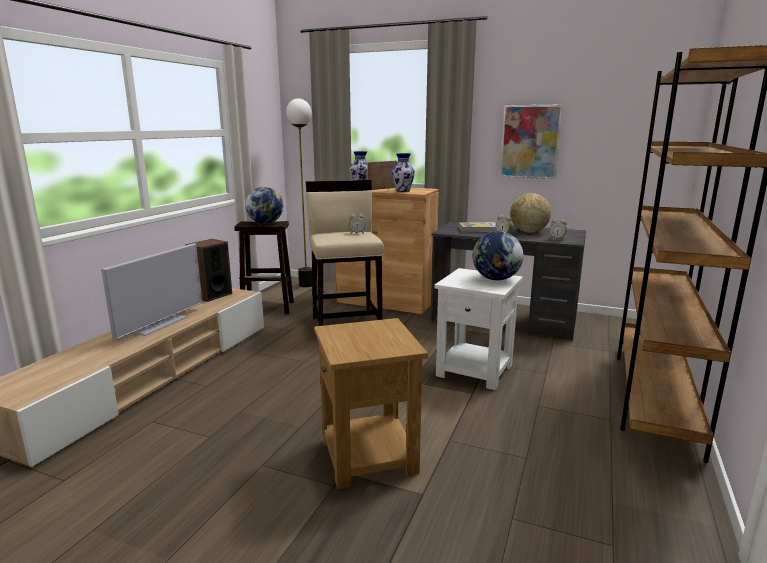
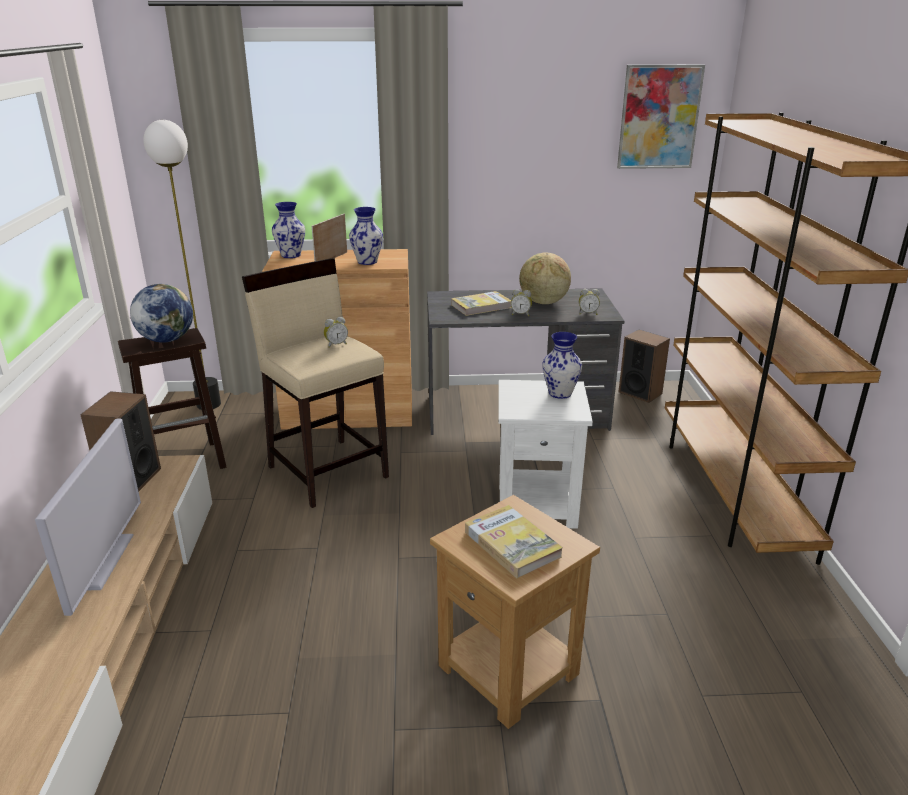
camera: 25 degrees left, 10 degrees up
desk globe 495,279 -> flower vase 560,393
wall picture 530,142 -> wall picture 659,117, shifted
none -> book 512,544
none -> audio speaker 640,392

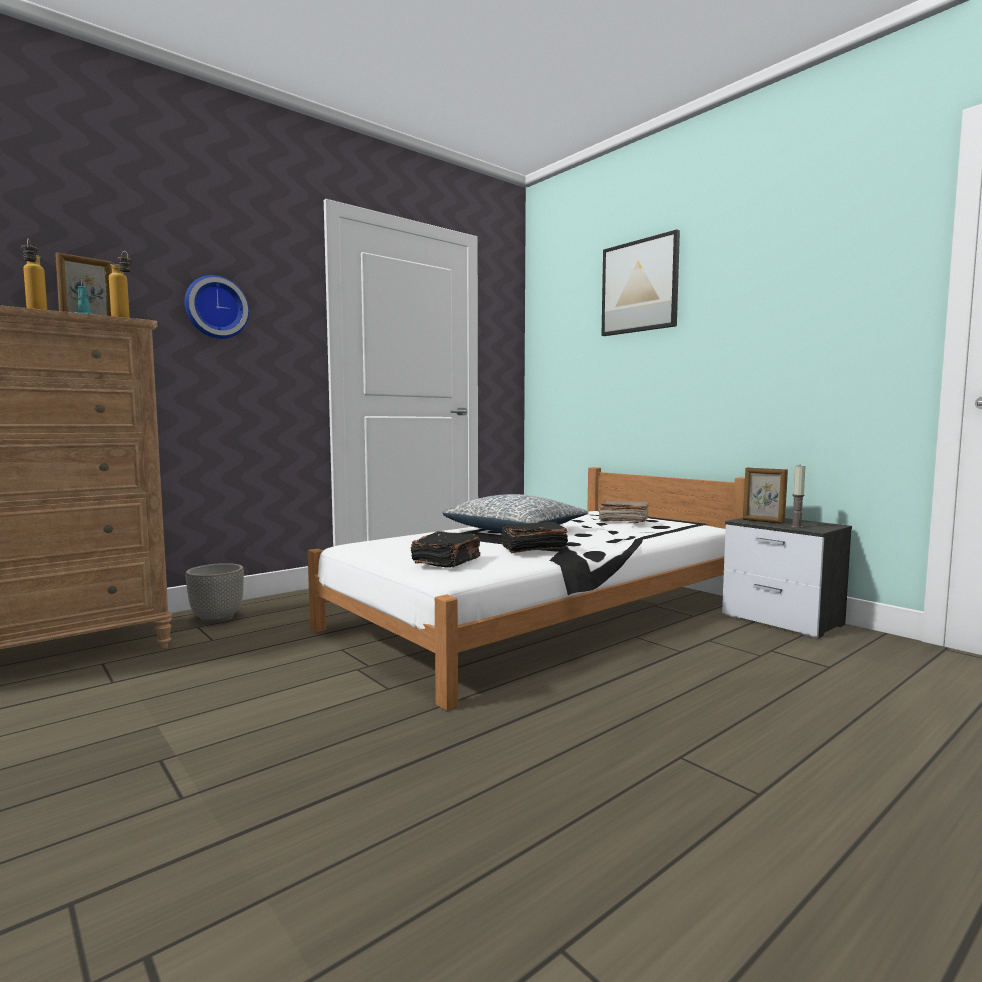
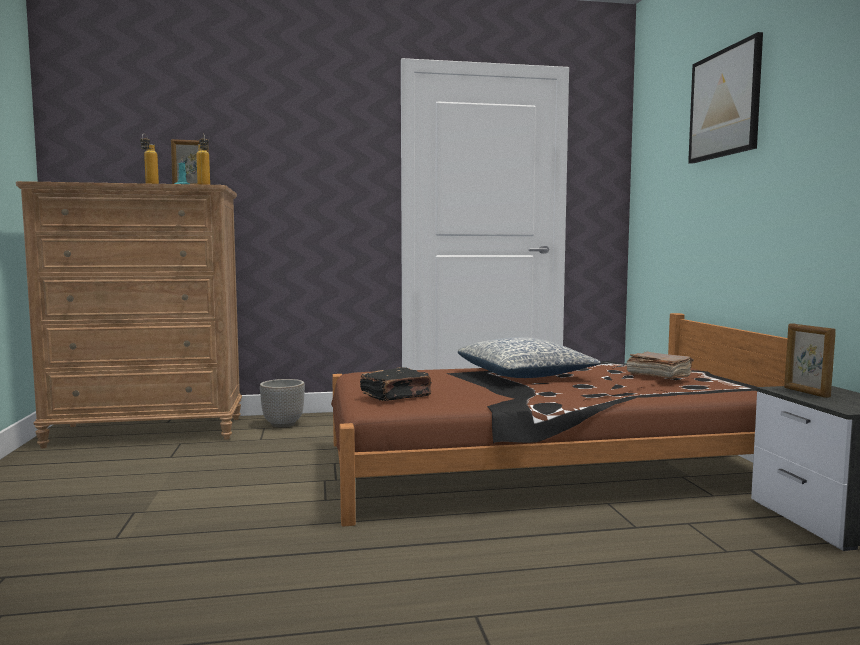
camera: 30 degrees right, 0 degrees up
wall clock 215,308 -> none
bedroom bed (white) 543,614 -> bedroom bed (brown-coloured) 545,465
book (blackish) 532,549 -> none
wax candle 796,526 -> none

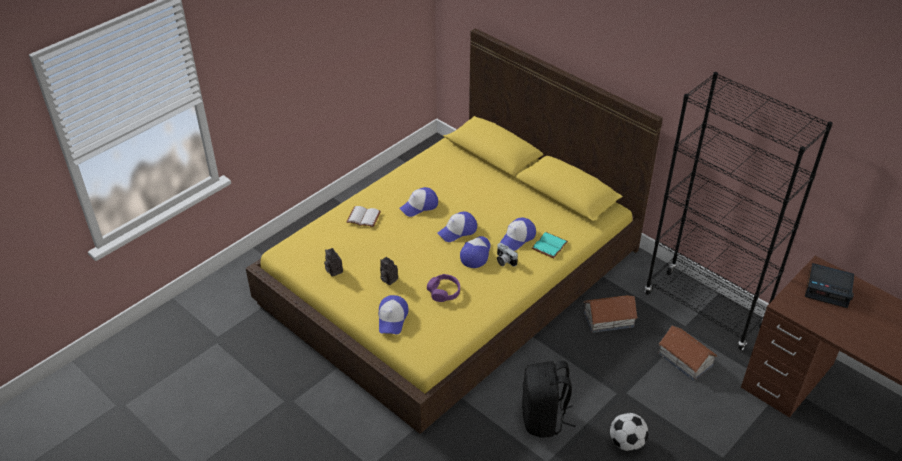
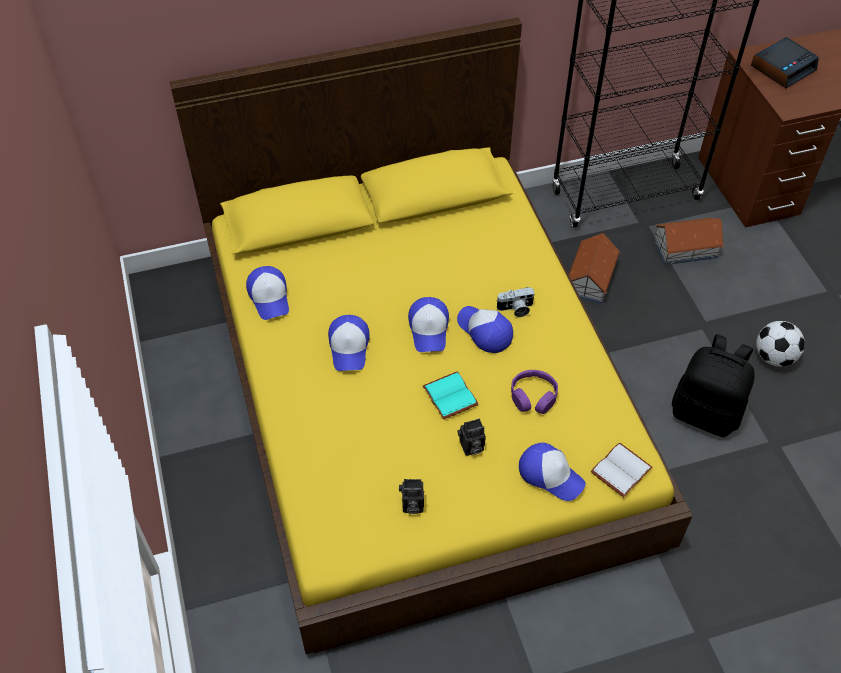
camera: 60 degrees left, 10 degrees up
book (white) 364,217 -> book (white) 620,469, shifted
baseball cap 518,238 -> baseball cap 269,297, shifted
book (turquoise) 550,246 -> book (turquoise) 452,396, shifted

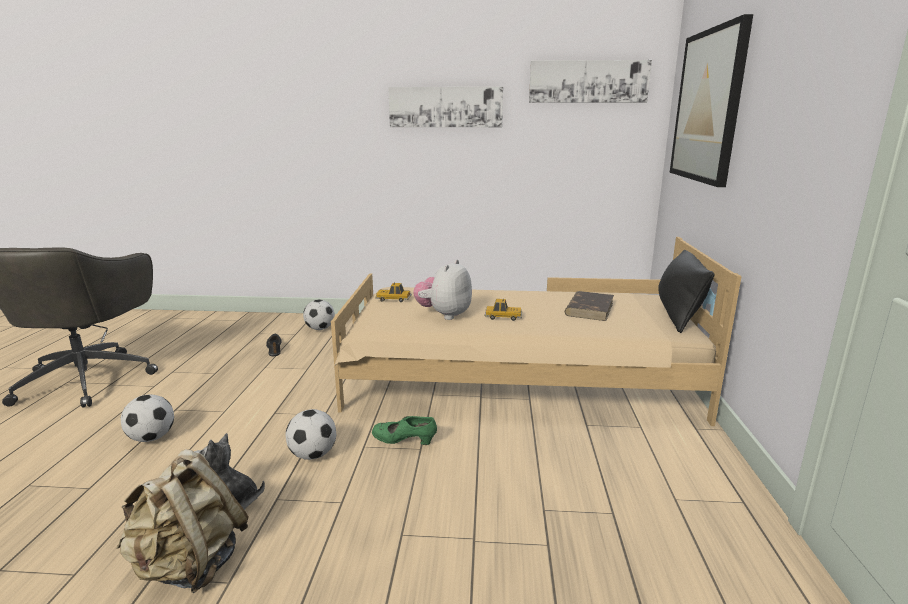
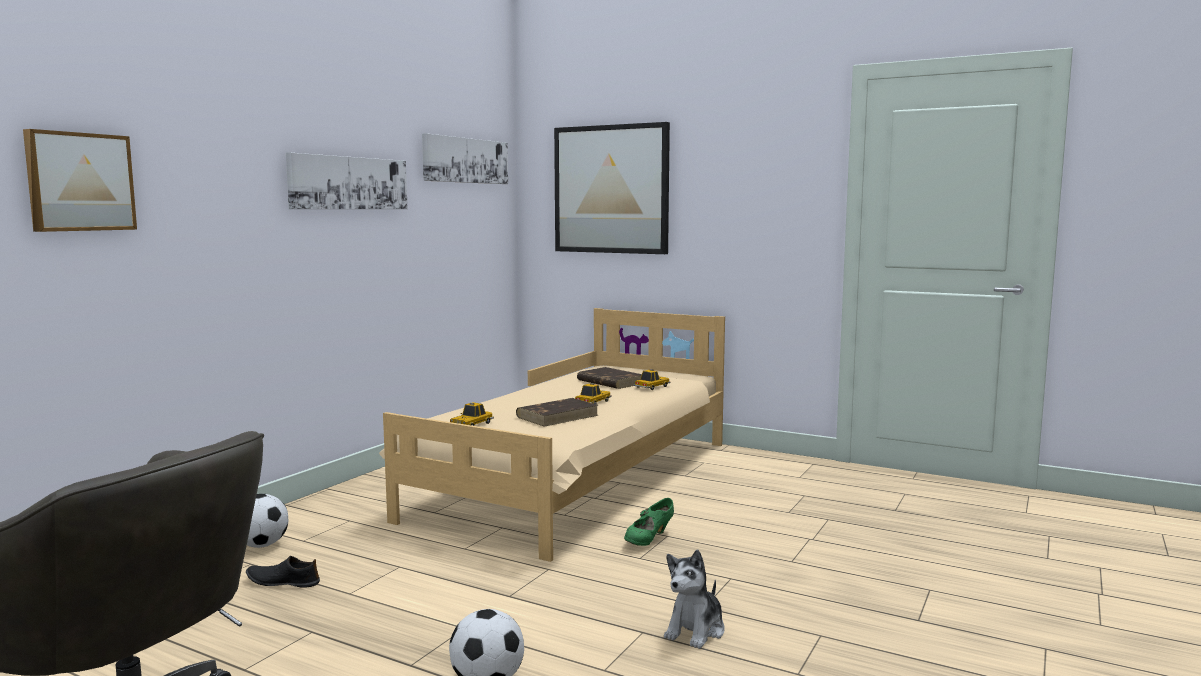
camera: 65 degrees left, 10 degrees down
knapsack (beige) 190,565 -> none
football ball 313,455 -> none
cuddly toy 444,315 -> book (brown-coloured) 558,416
throw pillow (blackish) 678,312 -> none
none -> wall picture 79,182
none -> model car 652,387

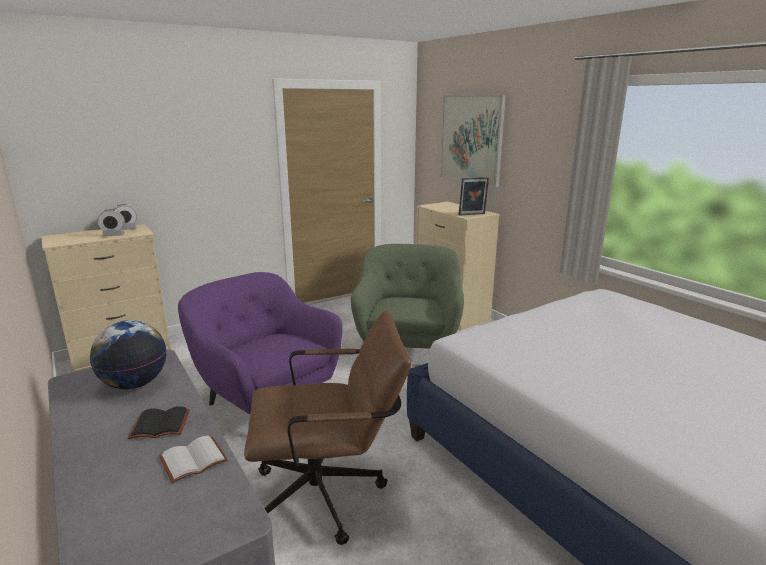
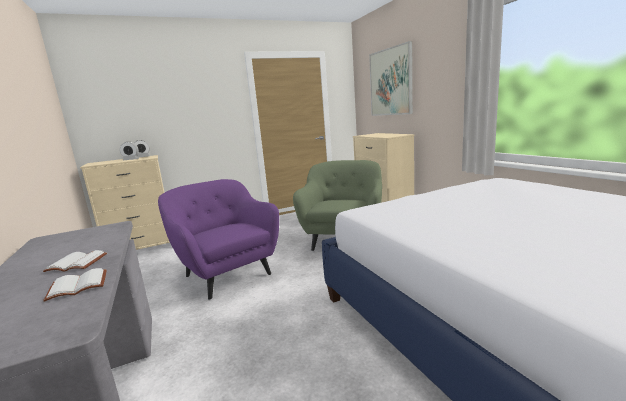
camera: 10 degrees right, 5 degrees down
desk globe 135,384 -> none
book (blackish) 159,426 -> book (white) 75,264
desk chair (brown-coloured) 330,494 -> none
picture frame 472,214 -> none

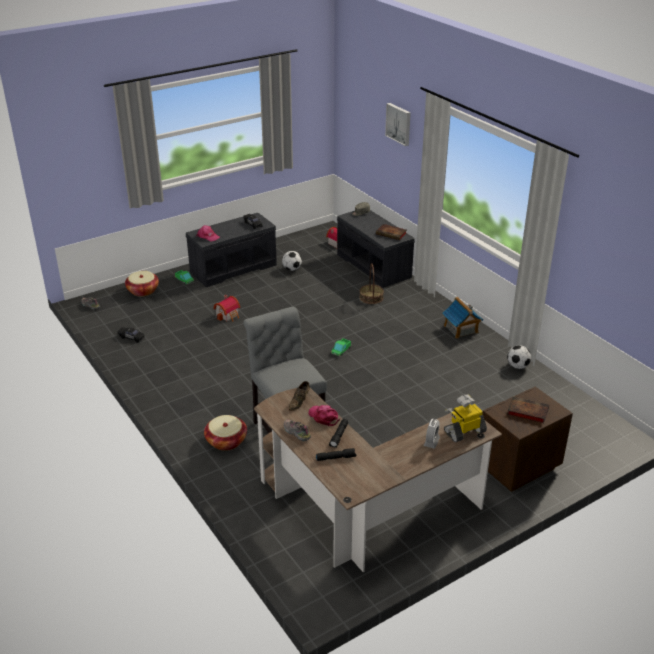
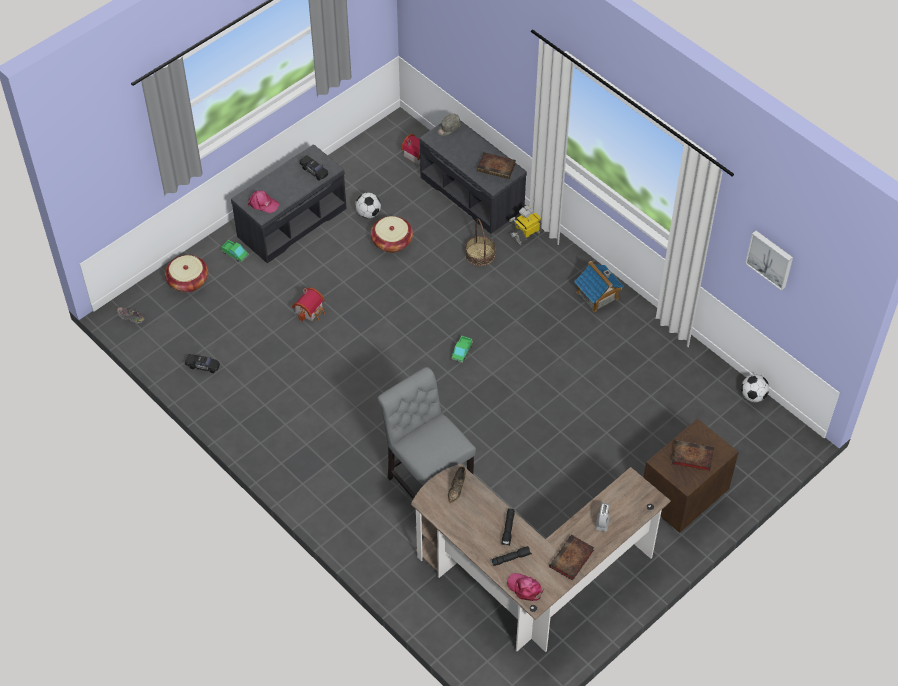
camera: 10 degrees left, 20 degrees up
household basket 226,441 -> household basket 392,242, shifted
item of footwear 296,433 -> none
baseball cap (pink-coloured) 324,417 -> baseball cap (pink-coloured) 525,588, shifted
wall picture 399,124 -> wall picture 770,259, shifted
robot figure 464,431 -> robot figure 526,233, shifted
football ball 517,366 -> football ball 753,396, shifted
none -> book 571,560

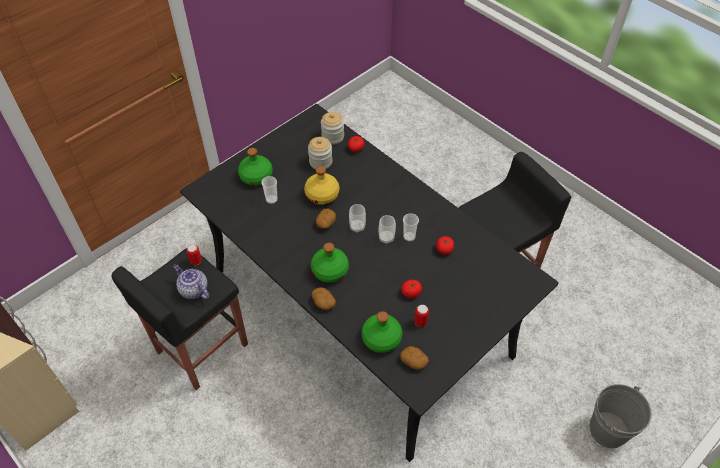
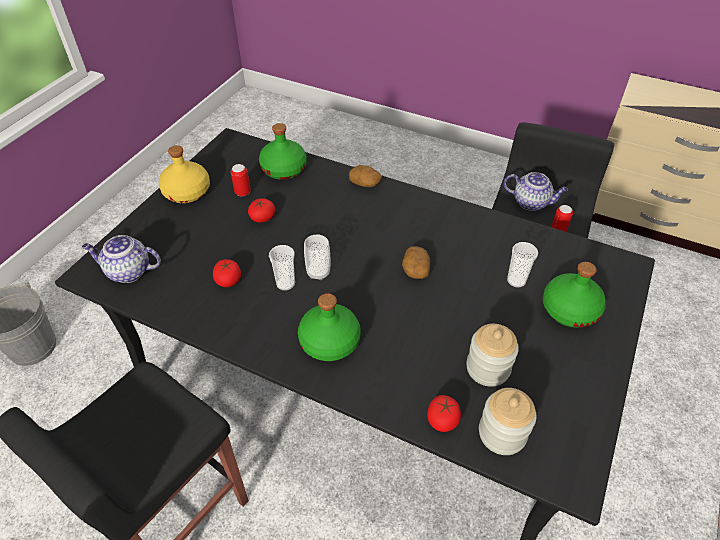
camera: 160 degrees right, 5 degrees down
drink bottle (yellow) 322,194 -> drink bottle (yellow) 186,192, shifted
drink bottle (green-coloured) 330,270 -> drink bottle (green-coloured) 329,342, shifted
cup 357,227 -> none
spud 414,361 -> none
none -> pot for tea 128,272

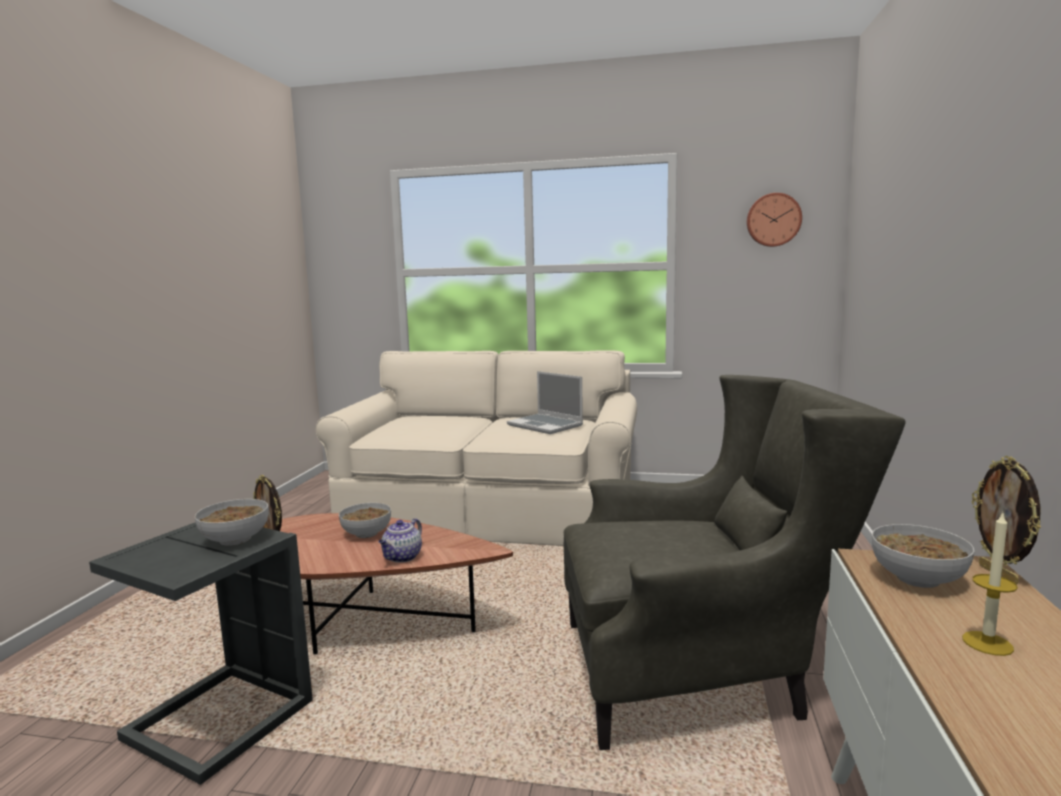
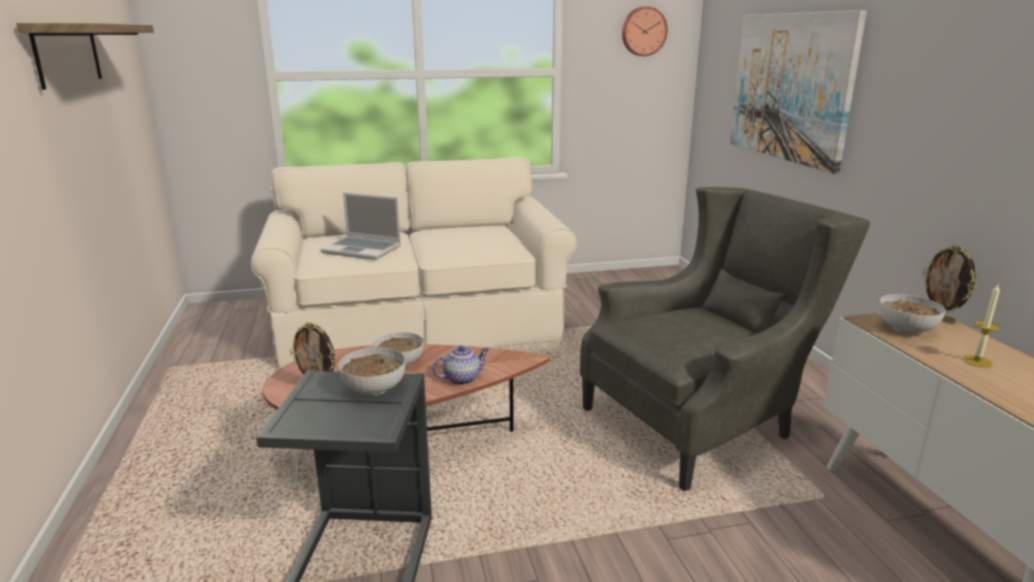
camera: 25 degrees left, 10 degrees up
pot for tea 402,557 -> pot for tea 462,378, 120 degrees counterclockwise
notebook computer 546,425 -> notebook computer 363,249, shifted
none -> bracket shelf 67,54
none -> wall picture 790,87

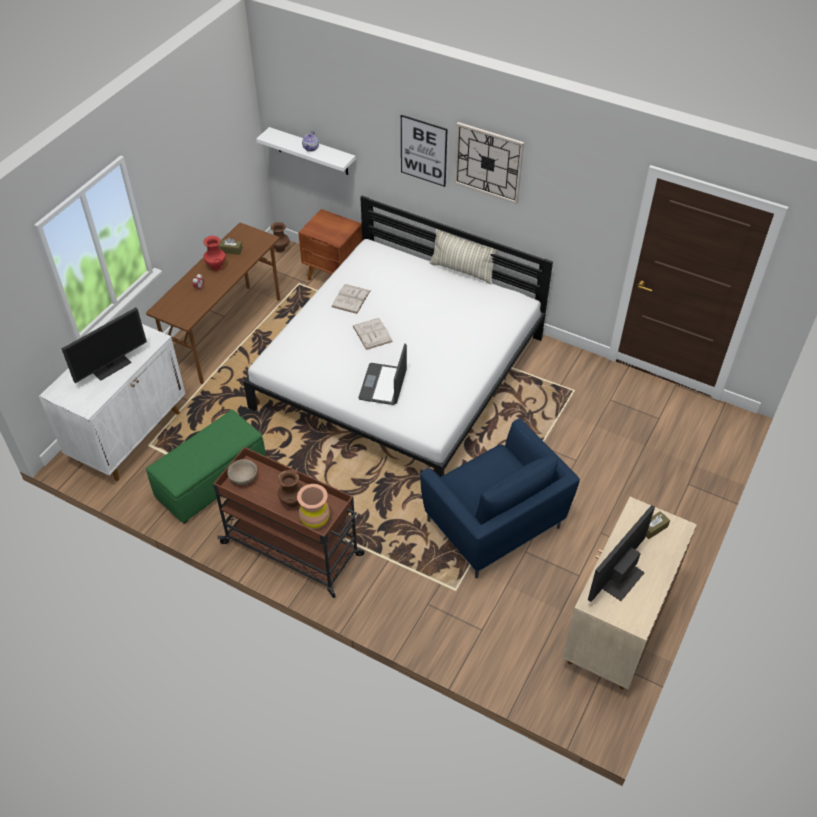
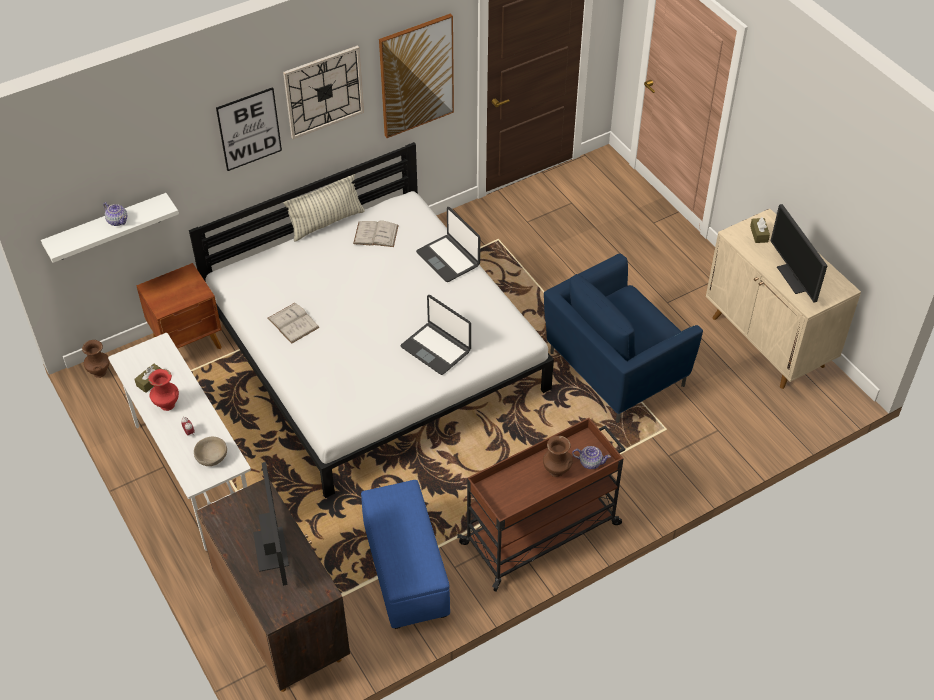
camera: 60 degrees left, 0 degrees up
cupboard (white) 130,435 -> cupboard (brown-coloured) 282,624
desk (brown-coloured) 226,333 -> desk (white) 193,475
footrest (green-coloured) 211,482 -> footrest (blue) 406,571
serving bowl (beige) 244,478 -> serving bowl (beige) 212,458, shifted
flower vase (brown-coloured) 315,520 -> pot for tea 590,462
book (white) 372,333 -> book (white) 376,234, shifted
lounge chair (blue) 494,526 -> lounge chair (blue) 614,369, 150 degrees clockwise
none -> wall picture 416,76
none -> notebook computer 448,258

